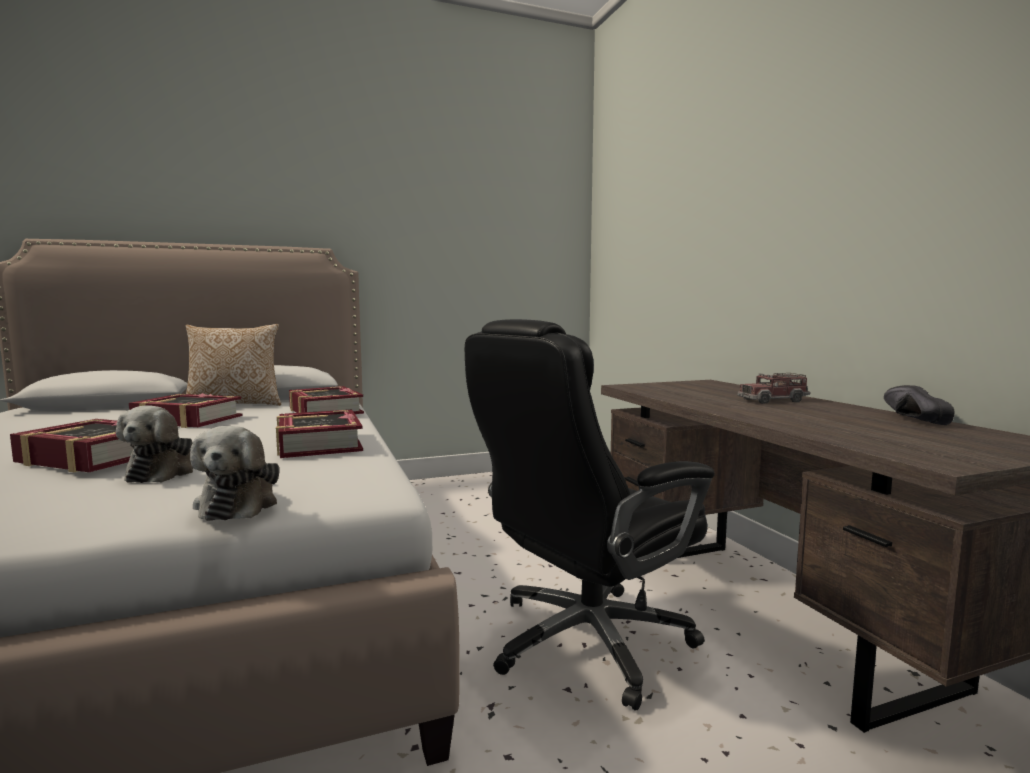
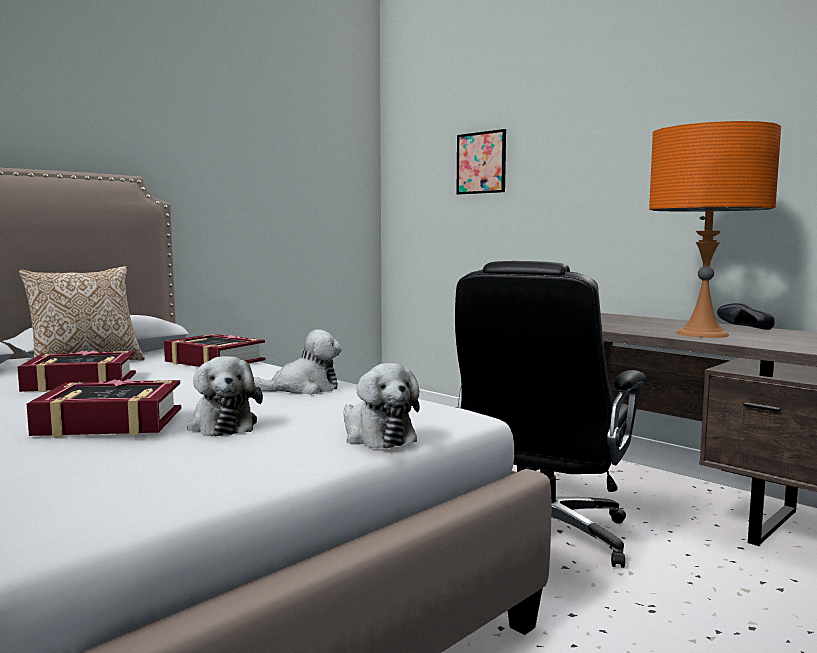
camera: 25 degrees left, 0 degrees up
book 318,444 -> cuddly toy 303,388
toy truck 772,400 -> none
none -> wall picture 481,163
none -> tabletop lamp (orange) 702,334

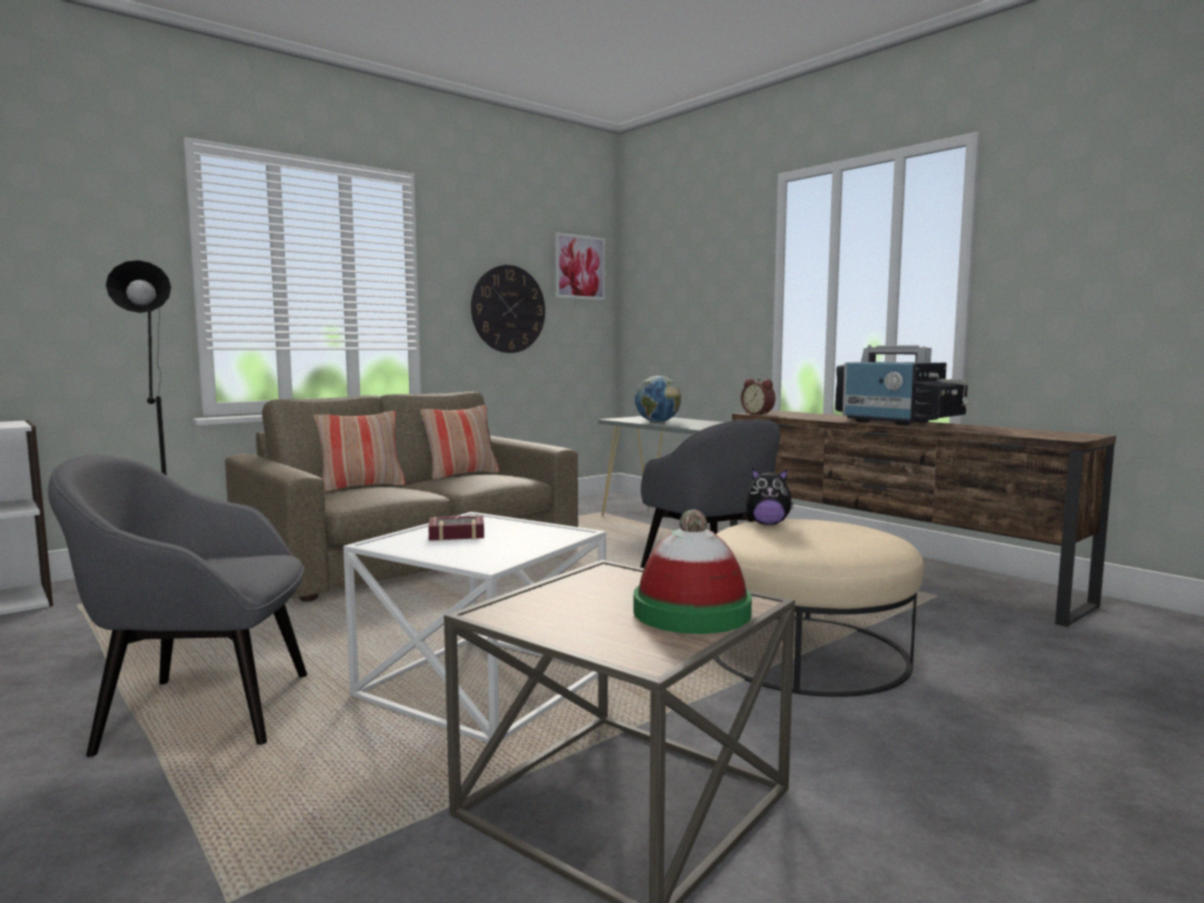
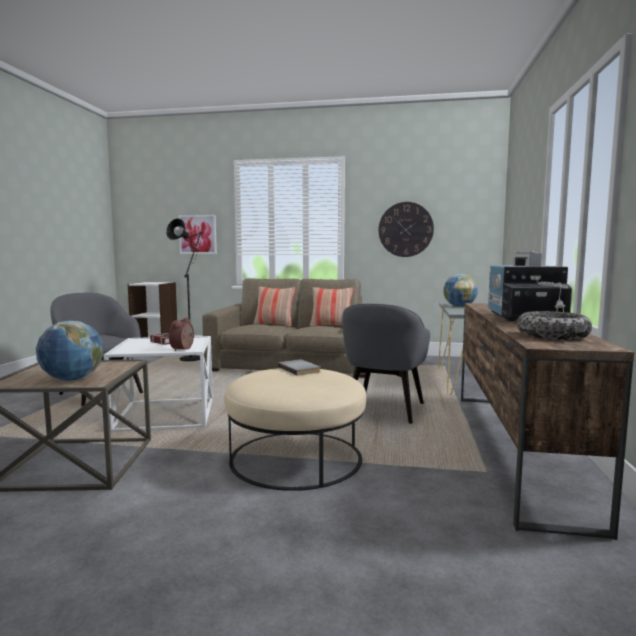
camera: 50 degrees right, 0 degrees up
wall picture 579,267 -> wall picture 197,234, shifted
wearable hat 691,612 -> desk globe 72,379
table clock 758,414 -> table clock 183,349, shifted
cuddly toy 767,524 -> book (greyish) 300,369
none -> serving bowl 552,336

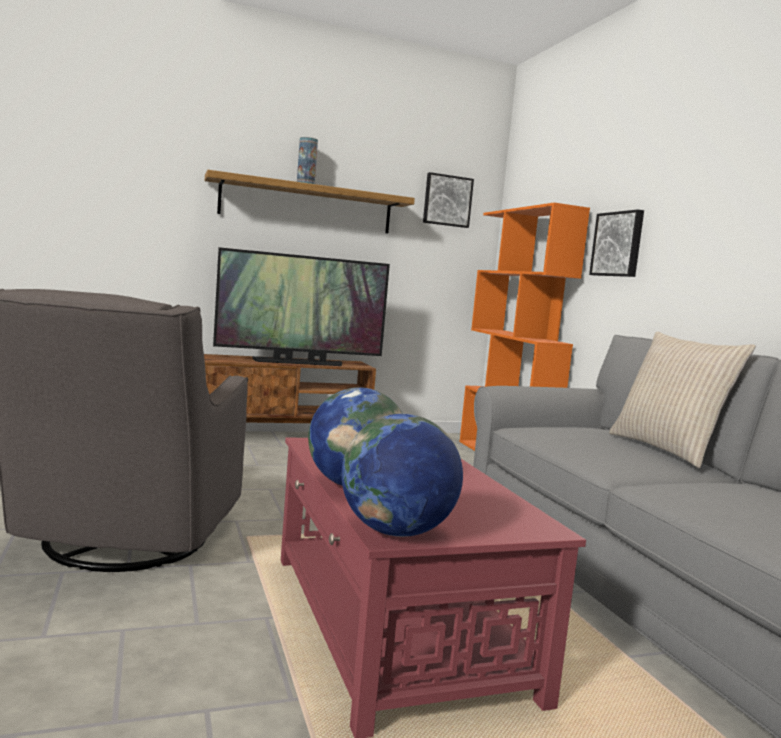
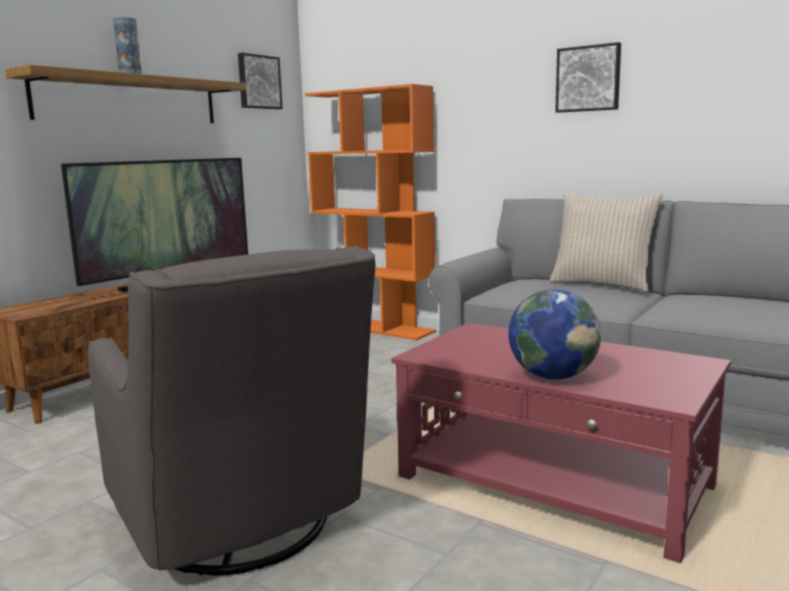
camera: 35 degrees left, 5 degrees up
desk globe 396,532 -> none
wall picture 618,244 -> wall picture 588,79, shifted

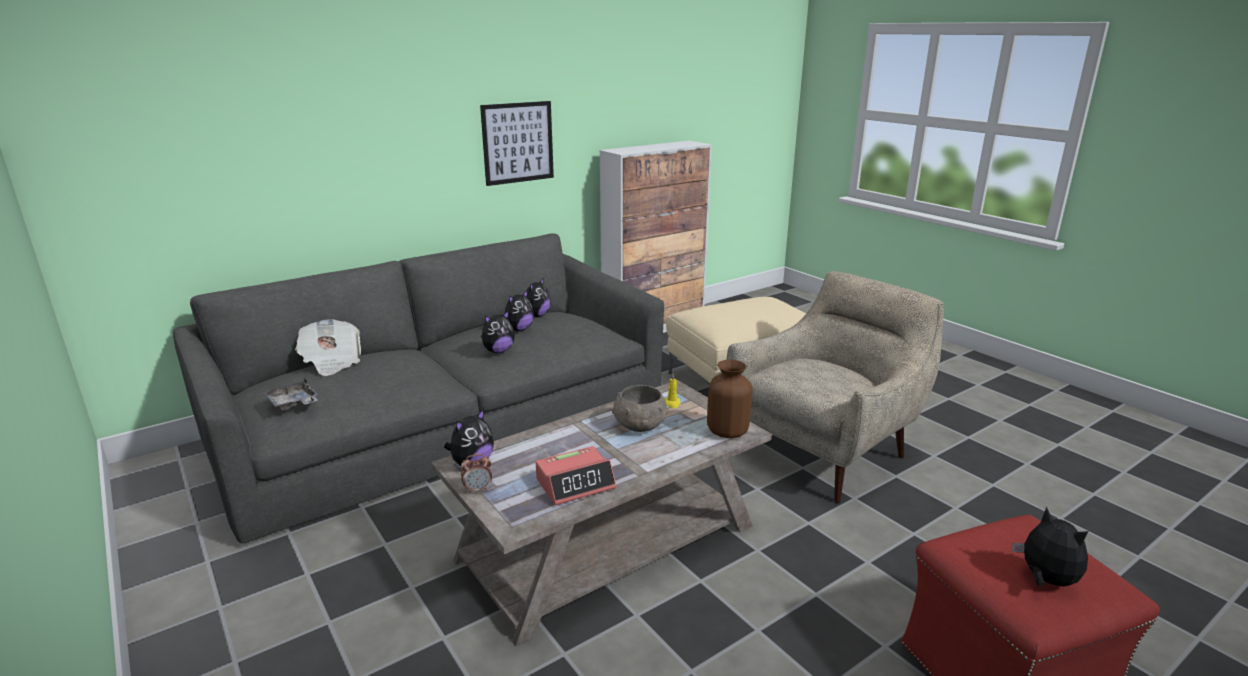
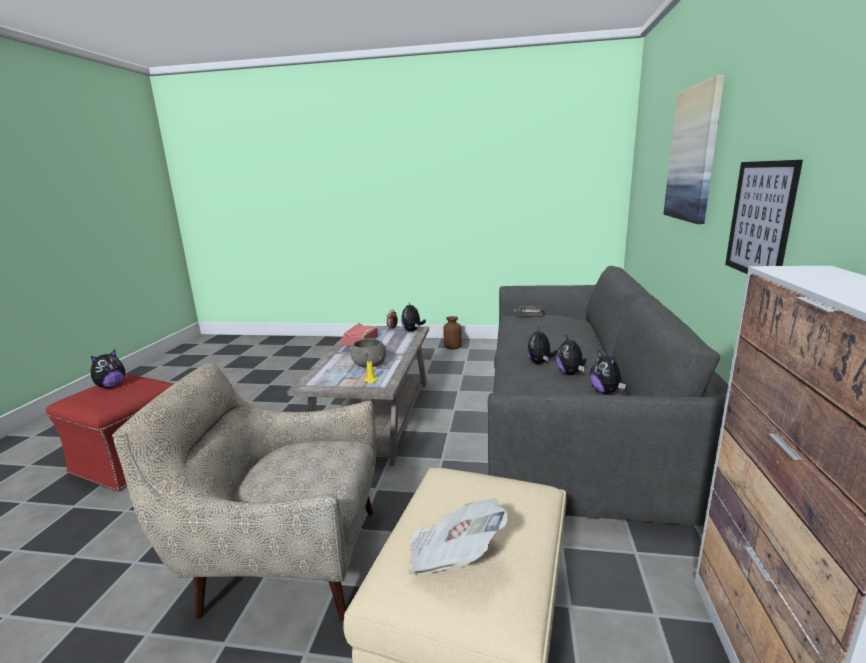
camera: 135 degrees right, 5 degrees down
printed paper 332,362 -> printed paper 453,557, shifted
flower vase (brown-coloured) 727,431 -> flower vase (brown-coloured) 452,347, shifted
lounge chair (beige) 825,450 -> lounge chair (beige) 285,558, 90 degrees clockwise
cuddly toy 1045,580 -> cuddly toy 111,386, 75 degrees counterclockwise
none -> wall picture 693,154

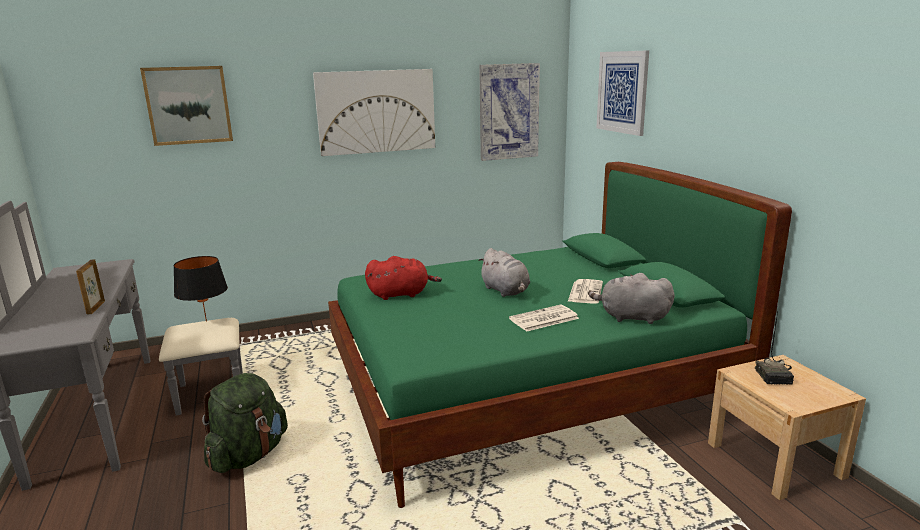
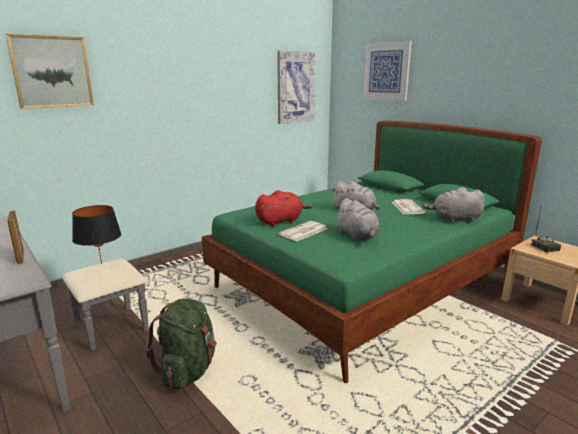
camera: 20 degrees left, 0 degrees up
wall picture 376,111 -> none
printed paper 543,319 -> printed paper 303,232, shifted
none -> cuddly toy (greyish) 357,236

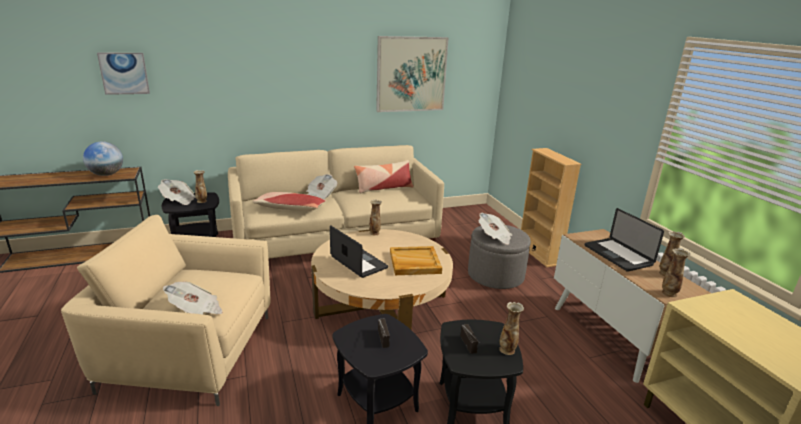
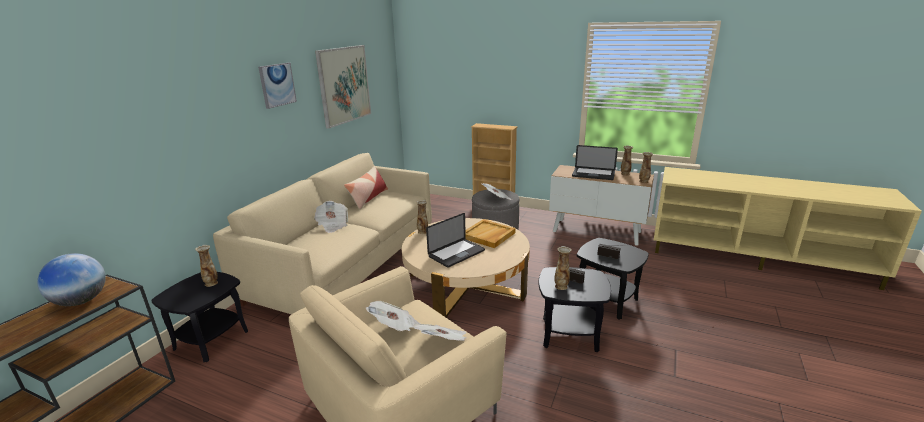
camera: 45 degrees left, 0 degrees up
wall picture 124,73 -> wall picture 277,85, shifted
printed paper 178,200 -> printed paper 396,328, shifted
throw pillow 289,208 -> none
notebook computer 358,262 -> notebook computer 456,254, 135 degrees clockwise
flower vase 507,350 -> flower vase 561,286, shifted

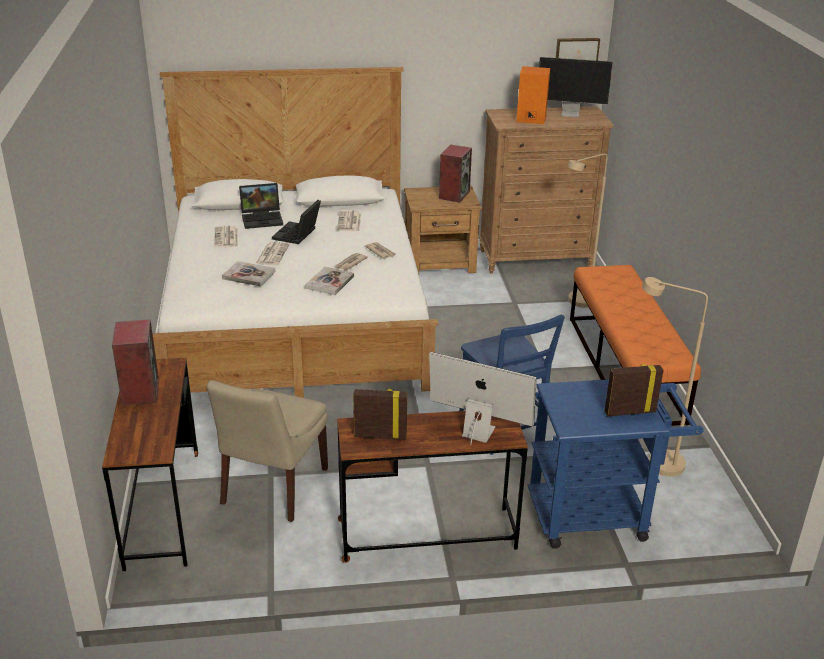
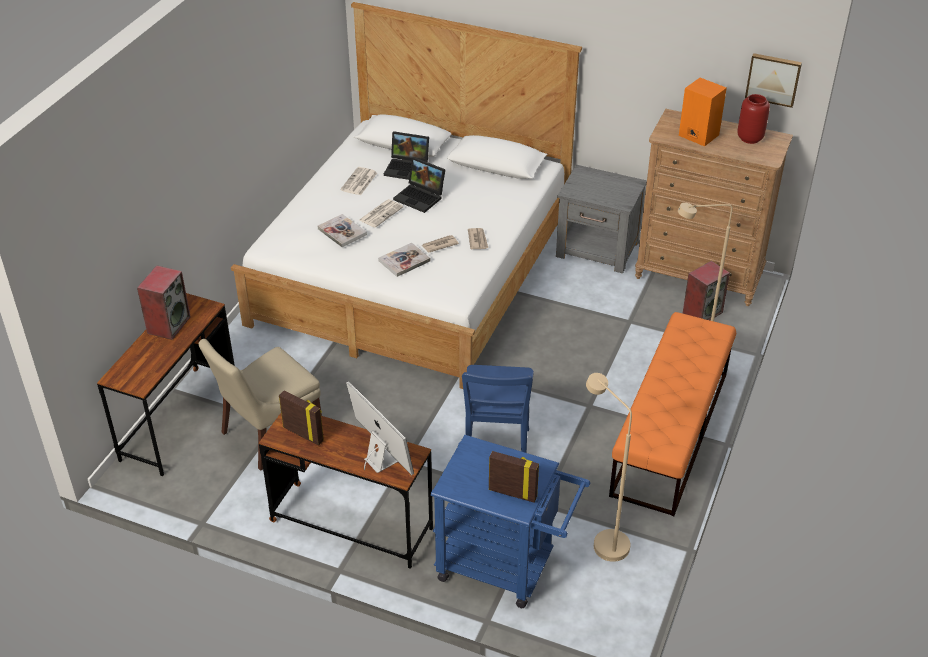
camera: 30 degrees right, 10 degrees up
notebook computer 297,235 -> notebook computer 421,197, 105 degrees counterclockwise
printed paper 349,222 -> none
night table (brown-coloured) 440,262 -> night table (greyish) 598,250
audio speaker 454,195 -> audio speaker 702,312, shifted
computer screen 571,113 -> flower vase (red) 750,138

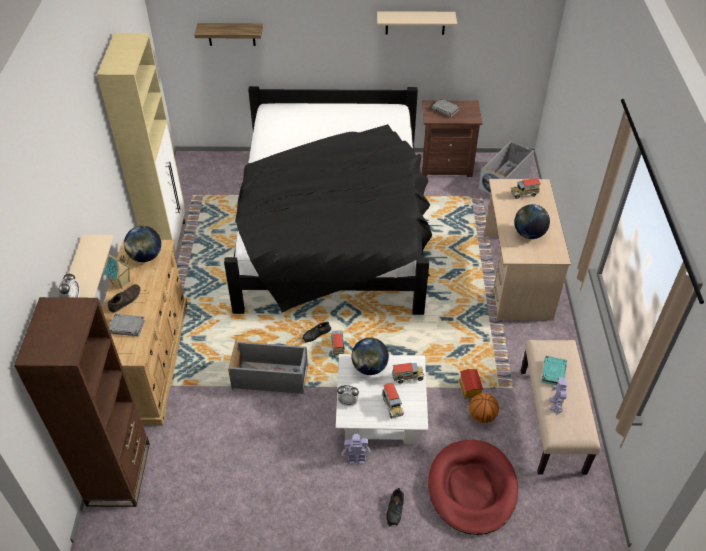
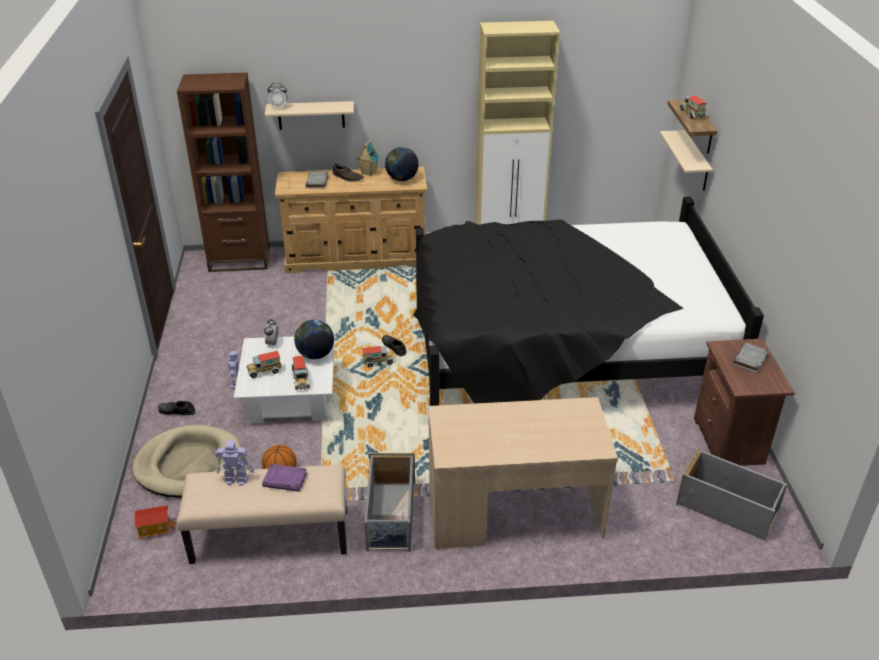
camera: 85 degrees right, 10 degrees down
storage bin (greyish) 271,377 -> storage bin (greyish) 391,516, shifted
bracket shelf (beige) 415,22 -> bracket shelf (beige) 696,162, shifted
dog bed (red) 472,488 -> dog bed (beige) 189,465
model house 469,389 -> model house 155,529, shifted
toy truck 524,194 -> toy truck 692,114, shifted
desk globe 529,234 -> none
book (turquoise) 553,372 -> book (purplish) 285,480

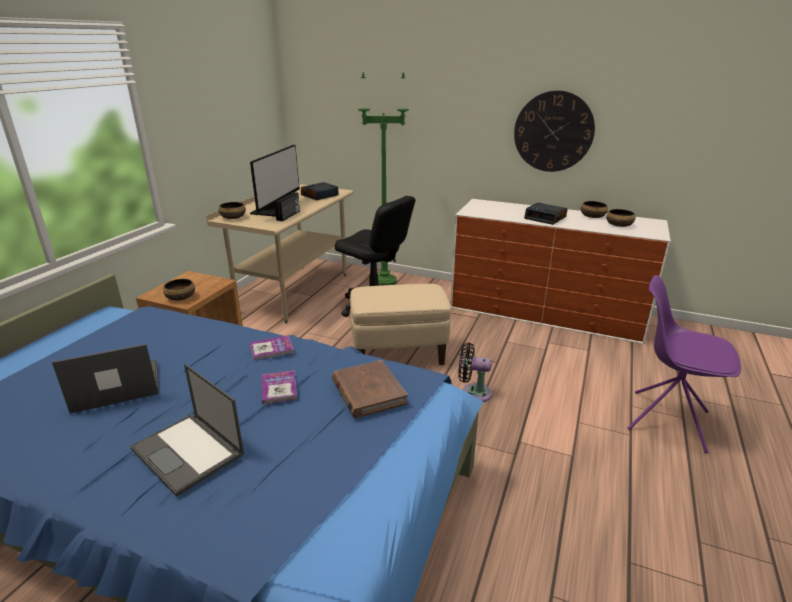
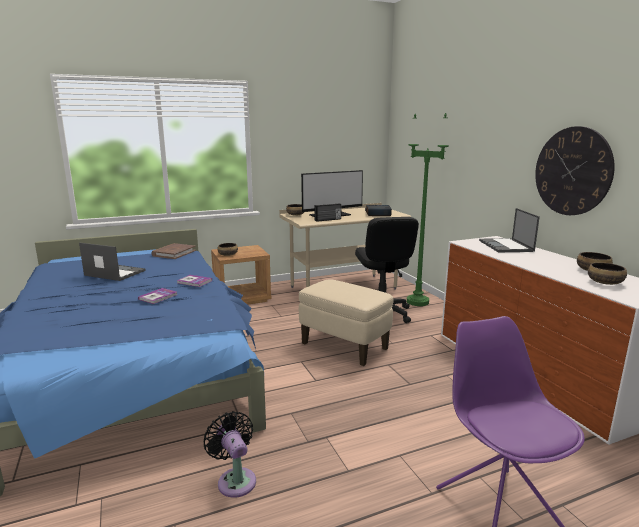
camera: 45 degrees right, 10 degrees down
notebook computer 189,452 -> notebook computer 506,246, shifted
book (brown-coloured) 368,391 -> book (brown-coloured) 174,253, shifted
fan (blackish) 473,392 -> fan (blackish) 235,479, shifted
table clock 545,218 -> none

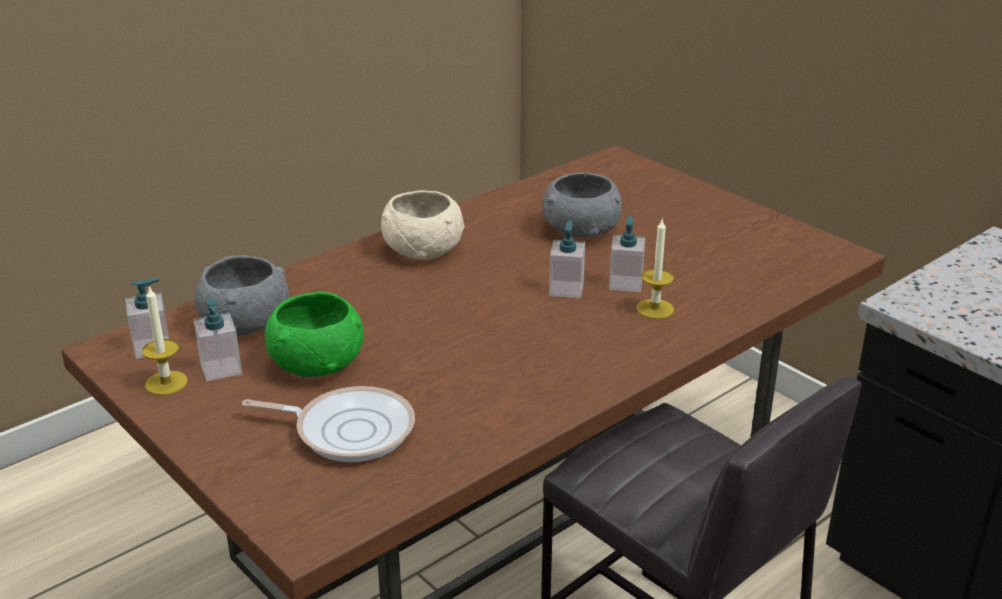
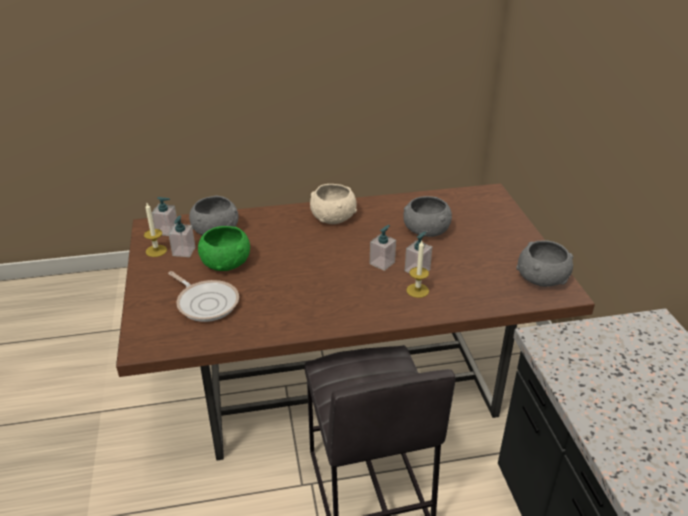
camera: 30 degrees right, 5 degrees up
none -> serving bowl (greyish) 542,278

